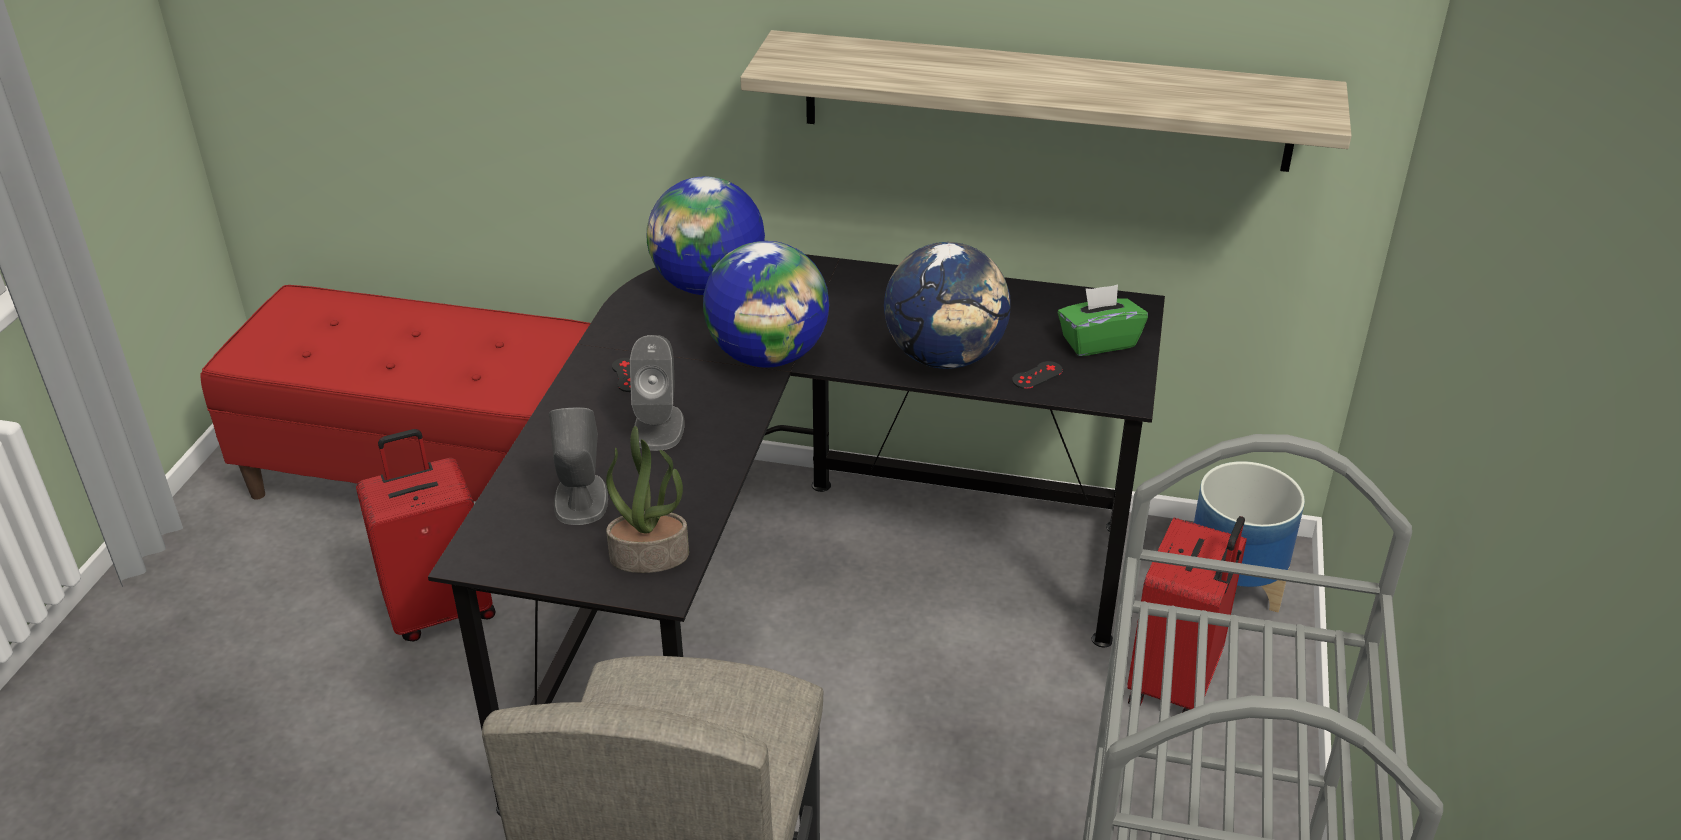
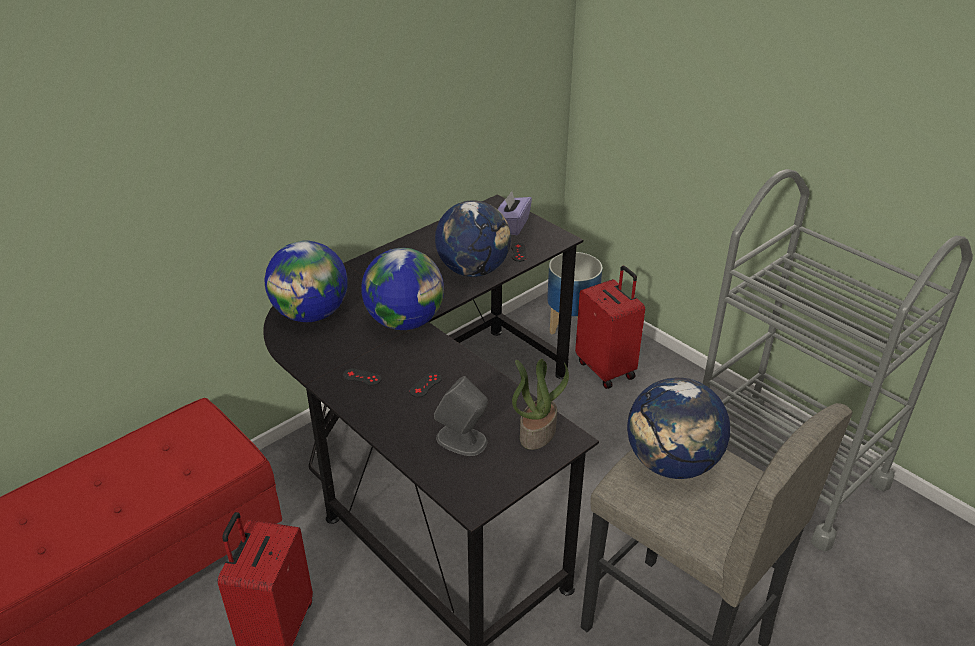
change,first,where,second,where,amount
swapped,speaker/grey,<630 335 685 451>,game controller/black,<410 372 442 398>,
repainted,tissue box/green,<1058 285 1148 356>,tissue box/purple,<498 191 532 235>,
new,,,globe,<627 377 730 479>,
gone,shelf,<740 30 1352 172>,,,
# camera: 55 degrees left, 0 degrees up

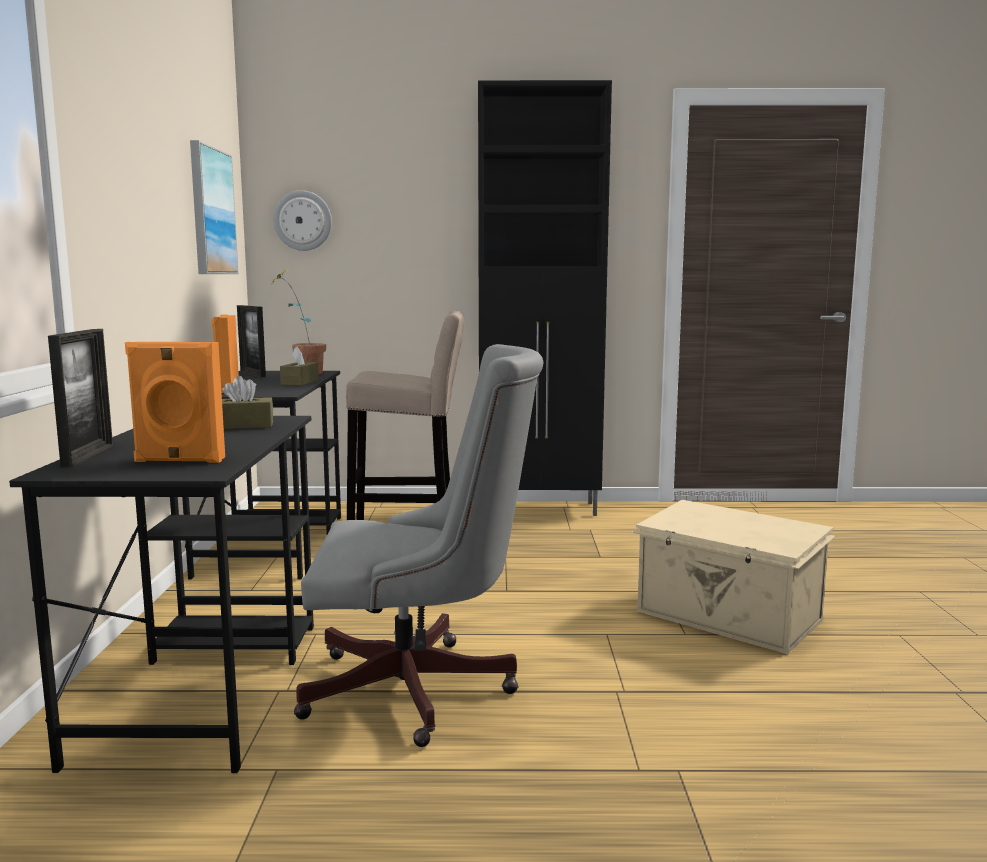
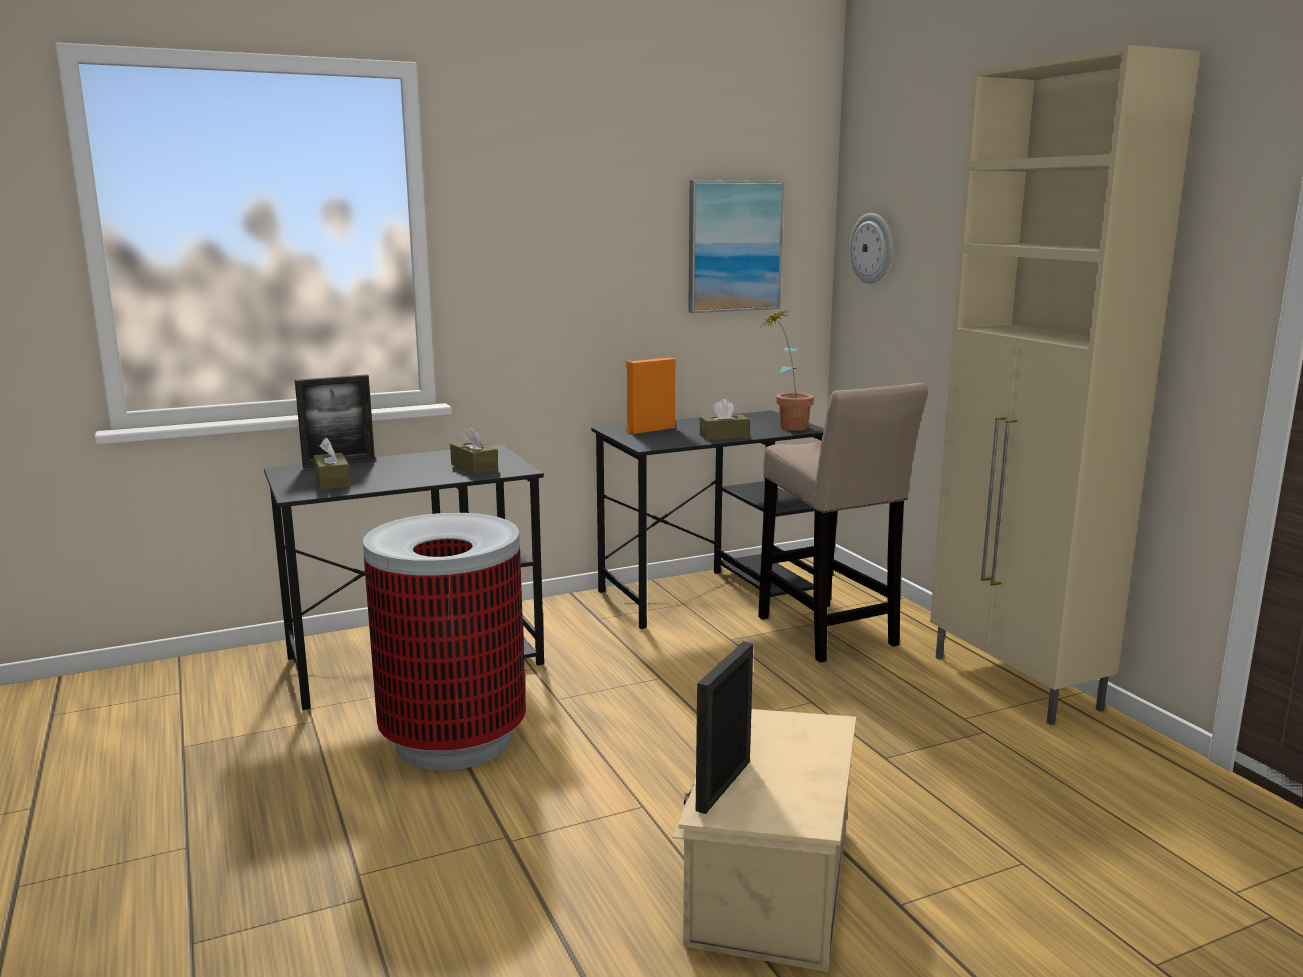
change,first,where,second,where,amount
swapped,speaker/orange,<125 342 225 463>,tissue box/brown,<313 438 351 490>,
swapped,office chair/grey,<294 344 544 747>,trash can,<363 513 526 770>,
shifted,picture frame,<237 305 266 377>,,<696 641 753 814>,
repainted,cabinet/black,<478 80 612 516>,cabinet/beige,<930 45 1200 725>,
# camera: 65 degrees right, 5 degrees up

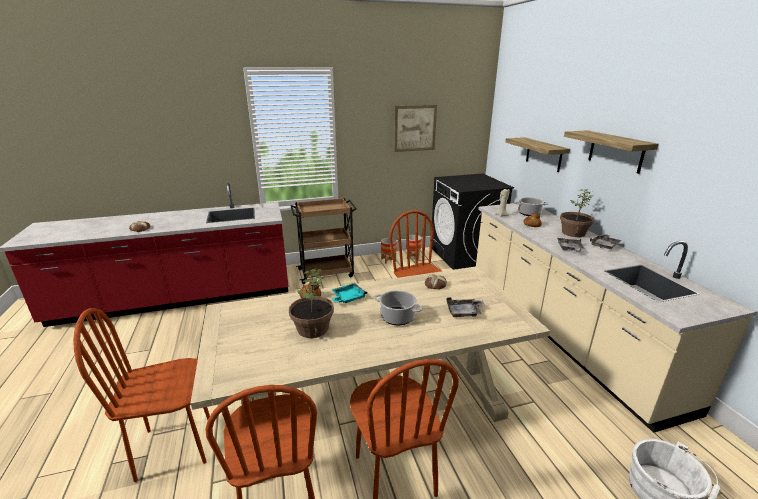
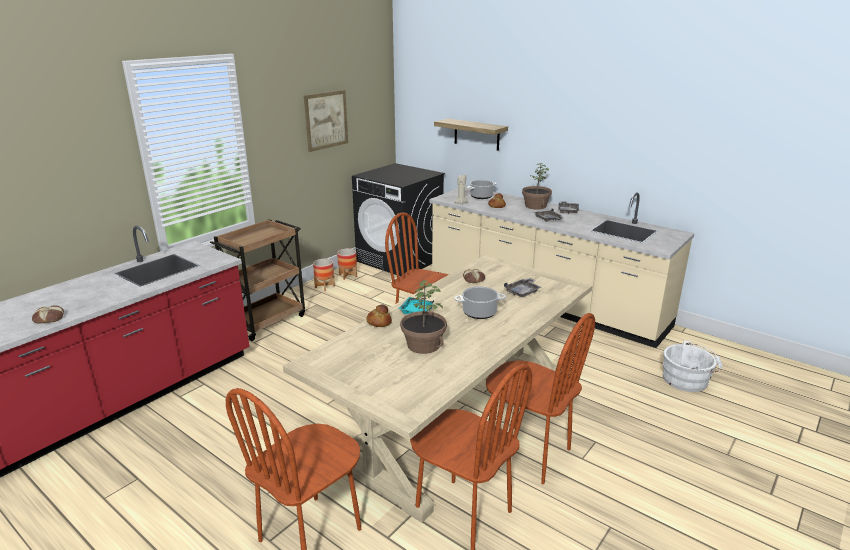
change,first,where,second,where,amount
gone,shelf,<564 130 659 174>,,,
# camera: 35 degrees left, 0 degrees up

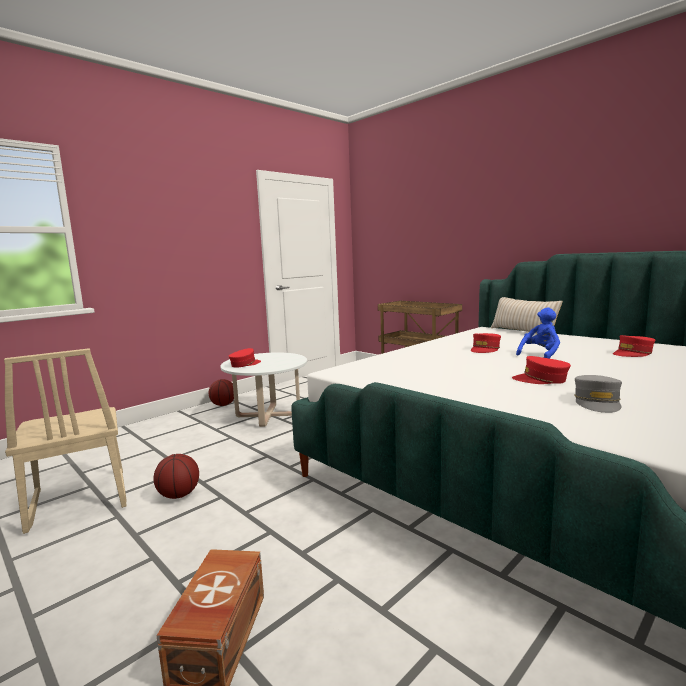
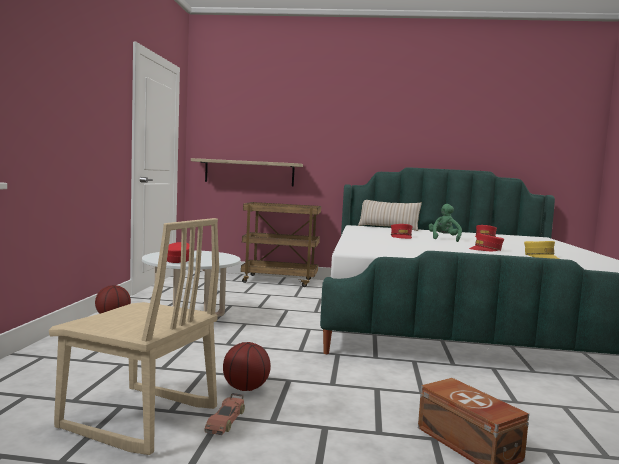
change,first,where,second,where,amount
new,,,shelf,<191 158 303 186>,
new,,,toy car,<205 393 245 435>,
repainted,plush toy/blue,<516 308 560 359>,plush toy/green,<428 204 462 242>,
repainted,cap/grey,<574 375 622 413>,cap/yellow,<524 241 559 259>,
# camera: 40 degrees left, 5 degrees down

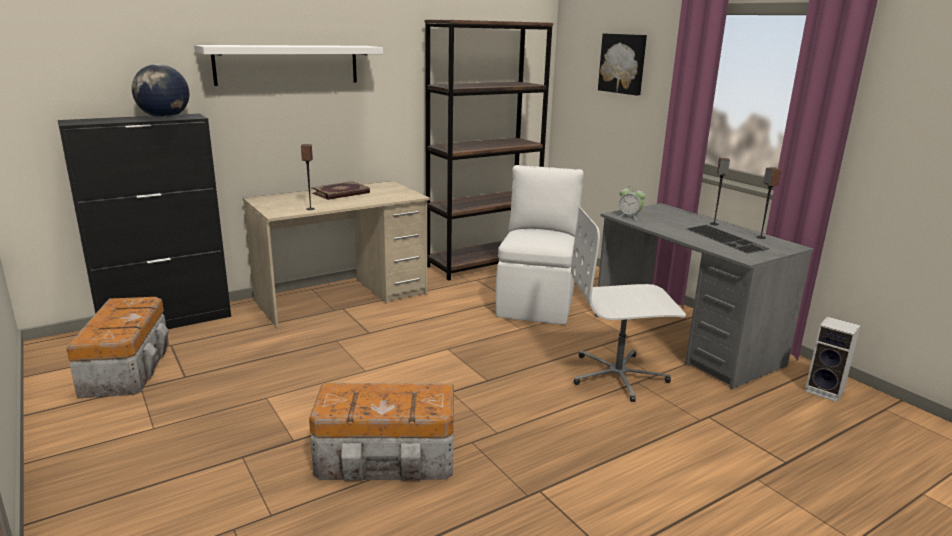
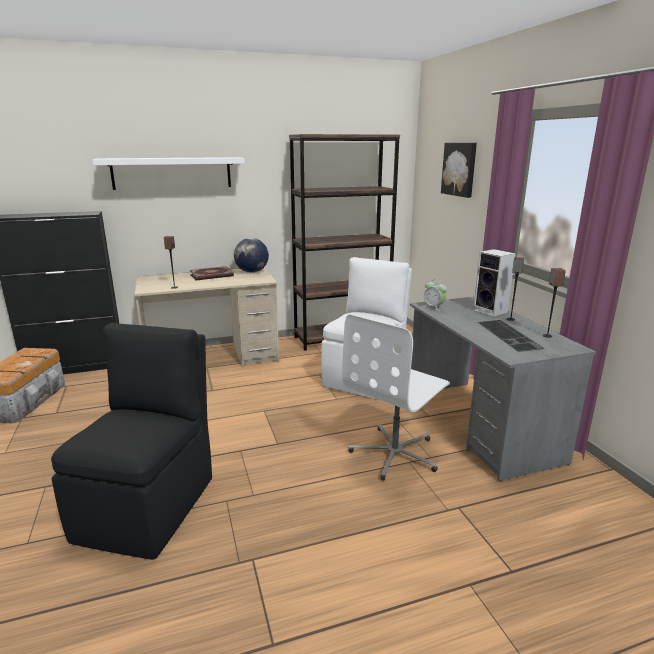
change,first,where,second,where,amount
swapped,storage box,<309 383 454 481>,chair/black,<51 323 212 560>,
shifted,globe,<132 64 189 118>,,<234 238 269 273>,
rotated,office chair/white,<571 206 686 402>,,<342 314 450 481>,60 degrees counterclockwise
shifted,speaker,<805 316 861 402>,,<473 249 516 317>,
# camera: 15 degrees right, 0 degrees up

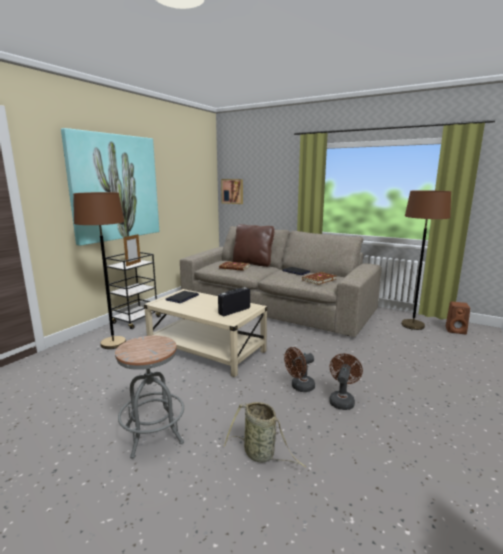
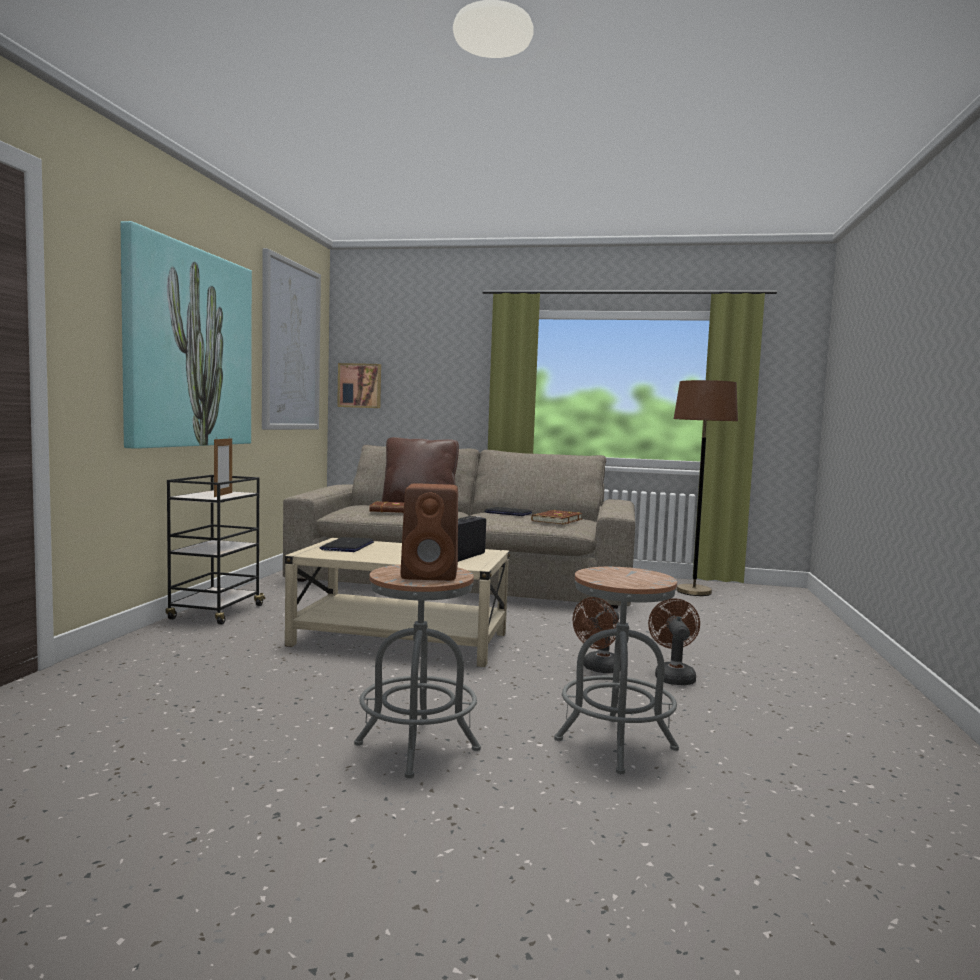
change,first,where,second,where,amount
new,,,picture,<262 248 321 430>,
shifted,speaker/brown,<446 301 470 334>,,<401 483 458 581>,
swapped,basket,<224 402 306 467>,stool/grey,<554 567 679 774>,
gone,floor lamp/brown,<73 192 126 349>,,,
# camera: 20 degrees left, 10 degrees down

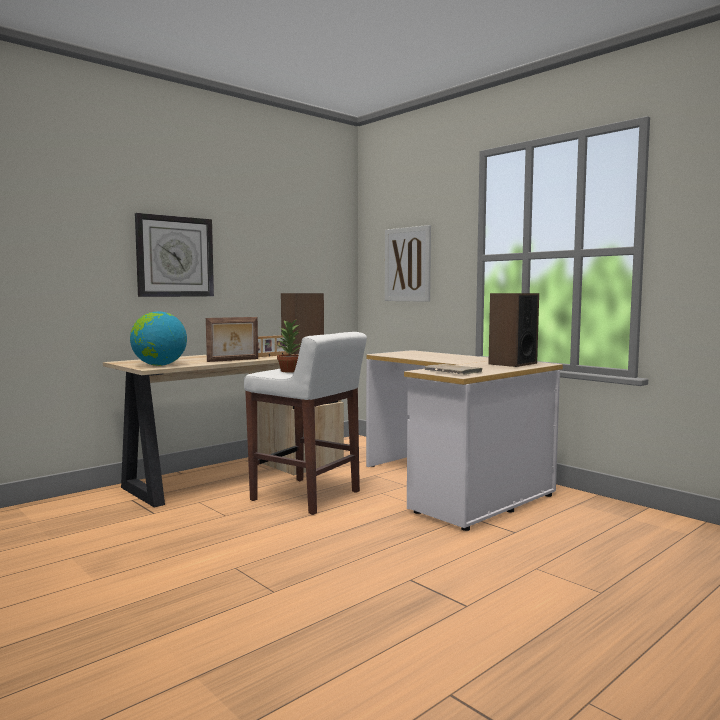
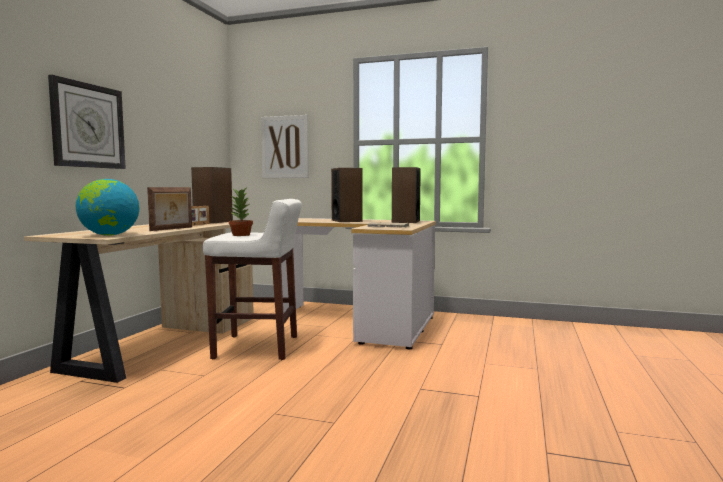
change,first,where,second,where,amount
new,,,speaker,<331 168 362 222>,
# camera: 30 degrees left, 0 degrees up

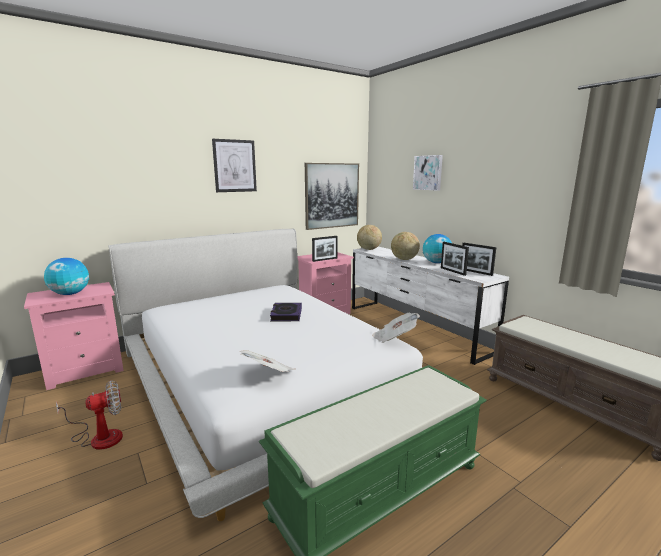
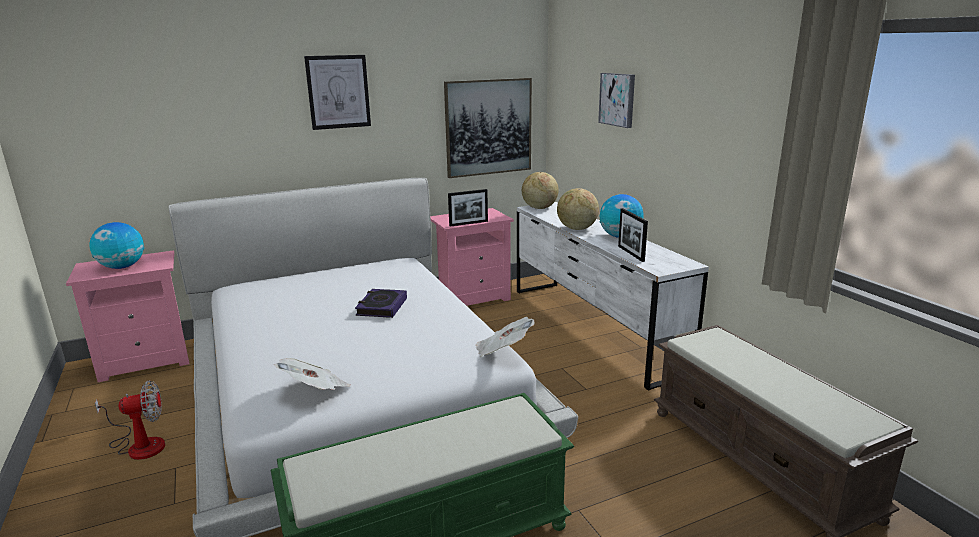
change,first,where,second,where,amount
gone,picture frame,<462 243 496 276>,,,
# camera: 10 degrees right, 5 degrees up

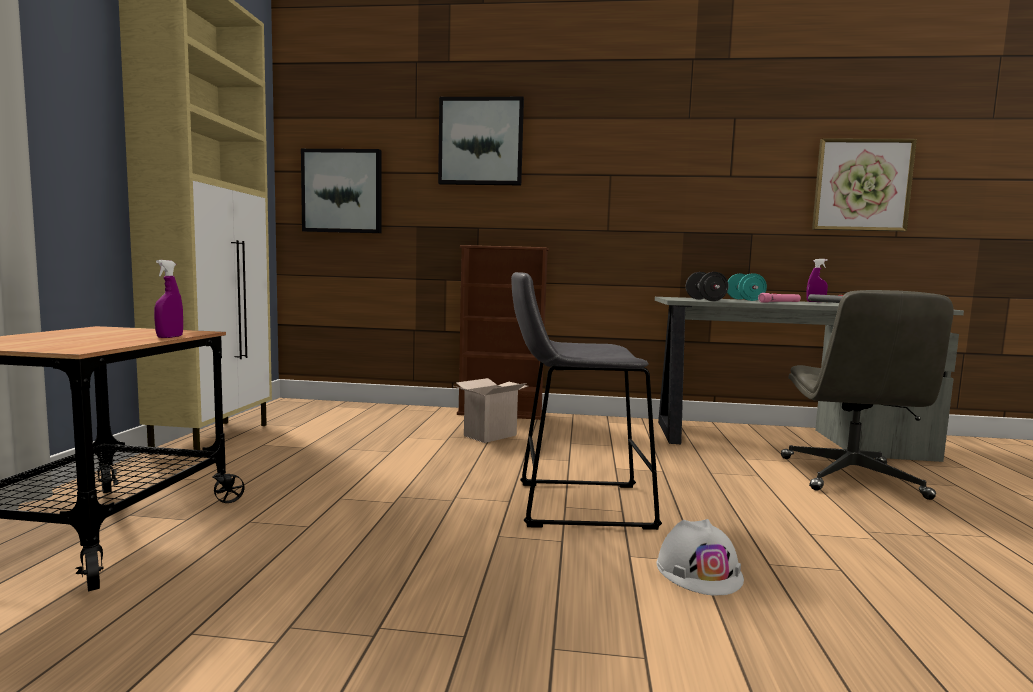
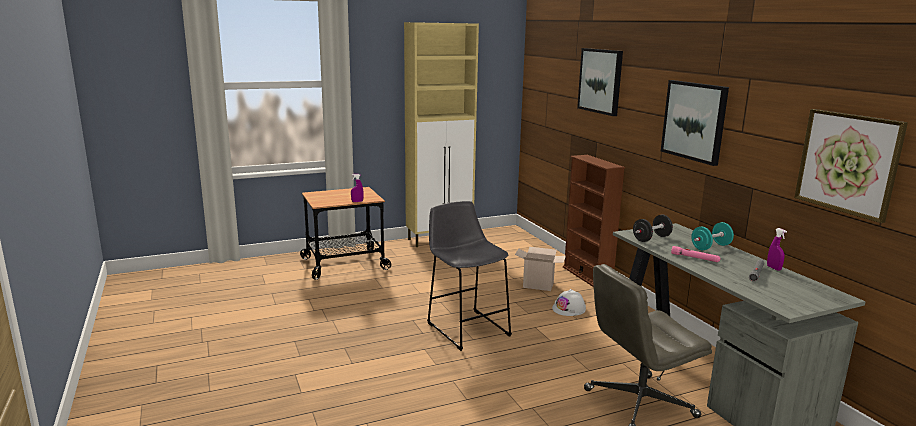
change,first,where,second,where,amount
shifted,hard hat/white,<657 519 744 596>,,<552 289 586 316>,
shifted,picture,<301 149 382 233>,,<661 80 729 166>,
# camera: 60 degrees right, 10 degrees up

